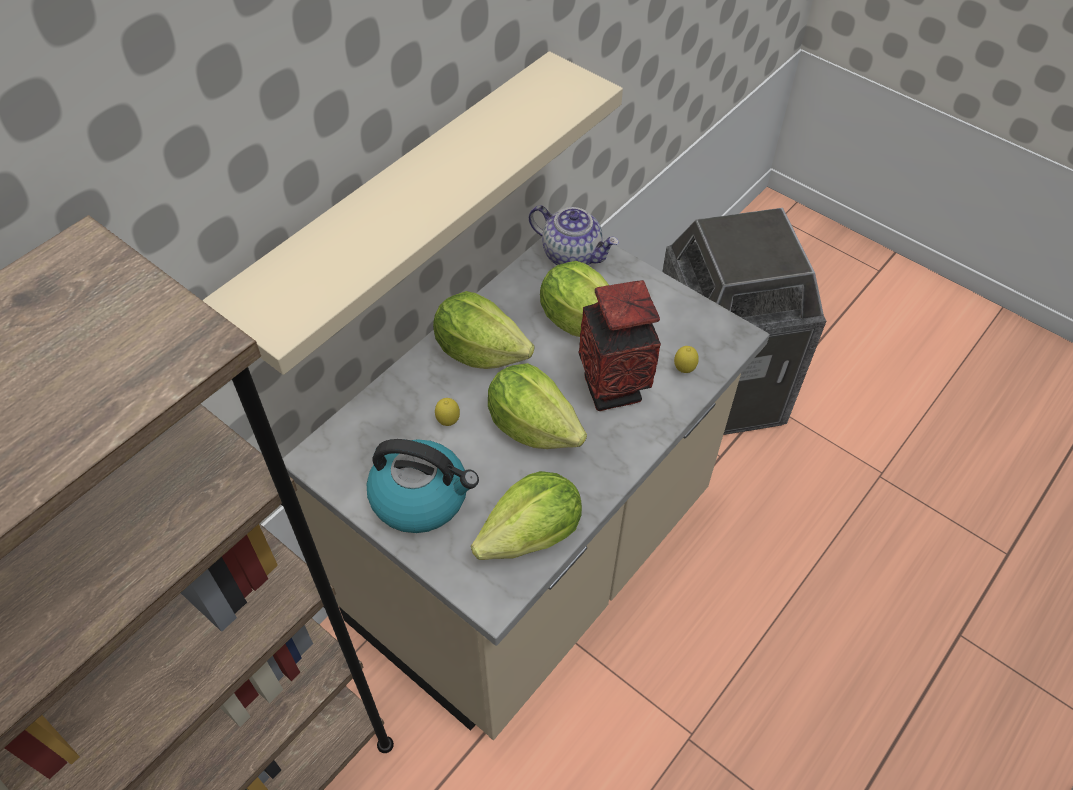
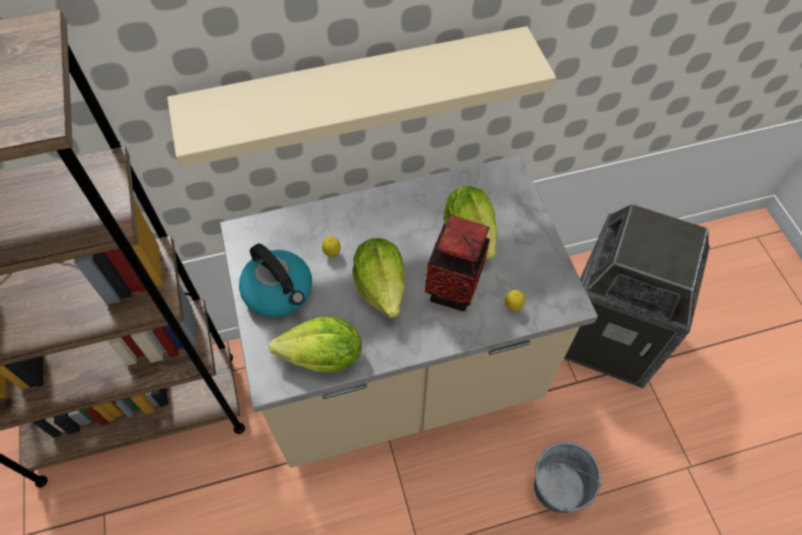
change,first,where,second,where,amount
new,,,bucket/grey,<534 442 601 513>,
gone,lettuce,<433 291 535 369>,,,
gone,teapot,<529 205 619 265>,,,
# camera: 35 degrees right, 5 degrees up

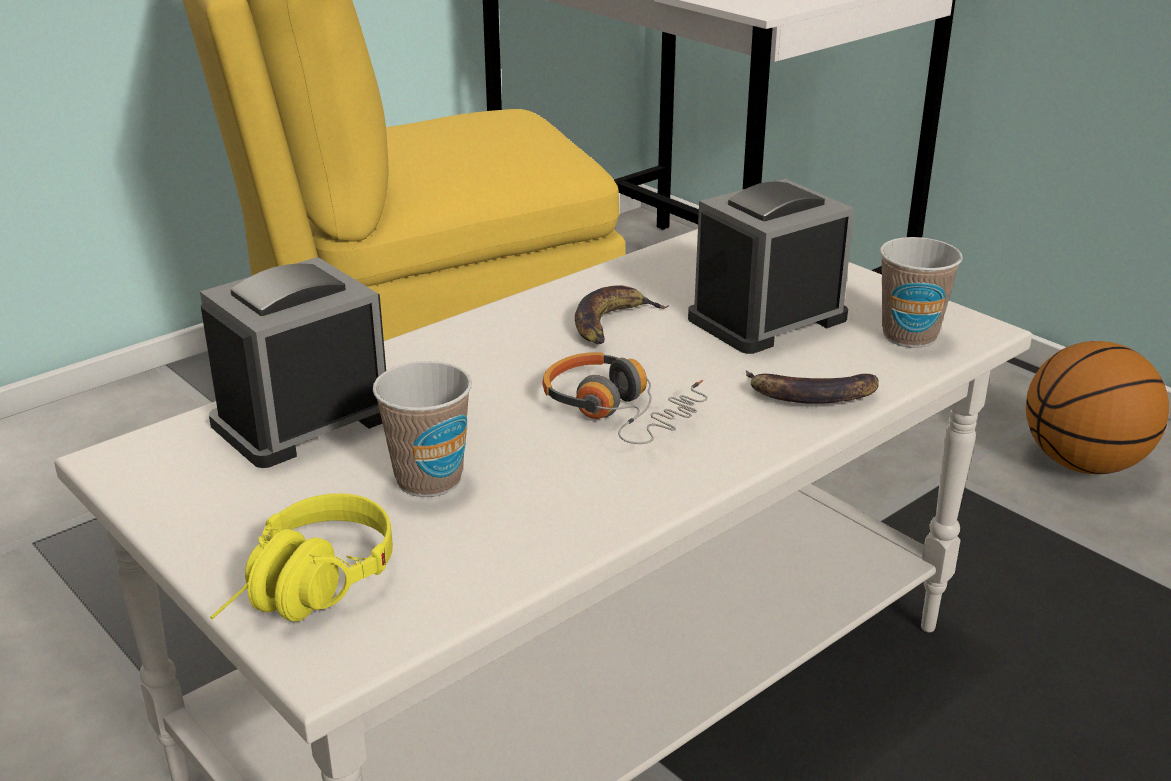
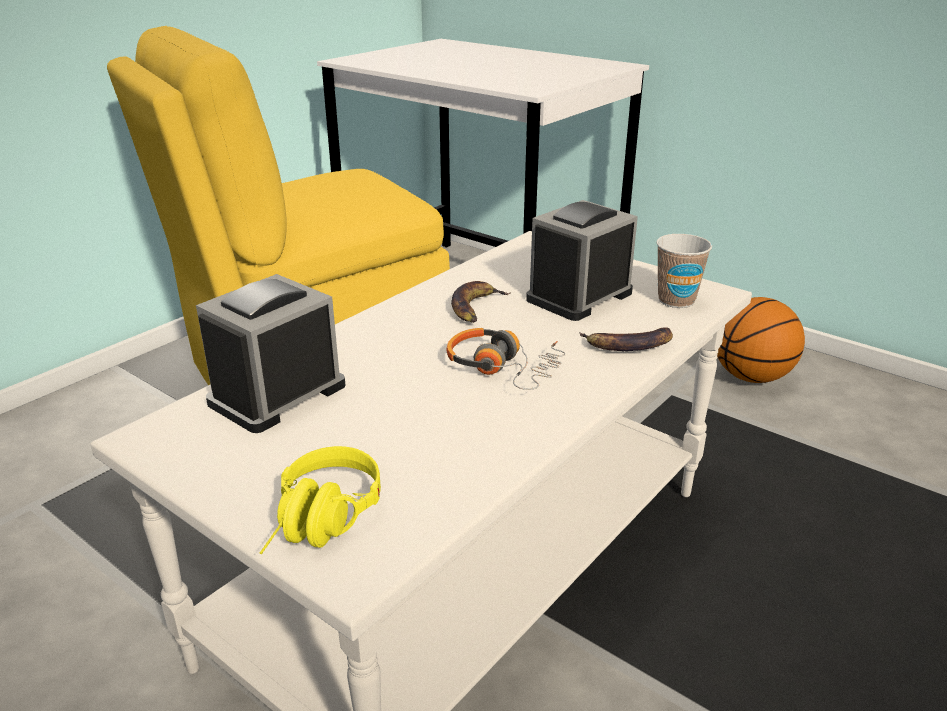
change,first,where,second,where,amount
gone,cup,<373 361 472 497>,,,
# camera: 10 degrees left, 0 degrees up

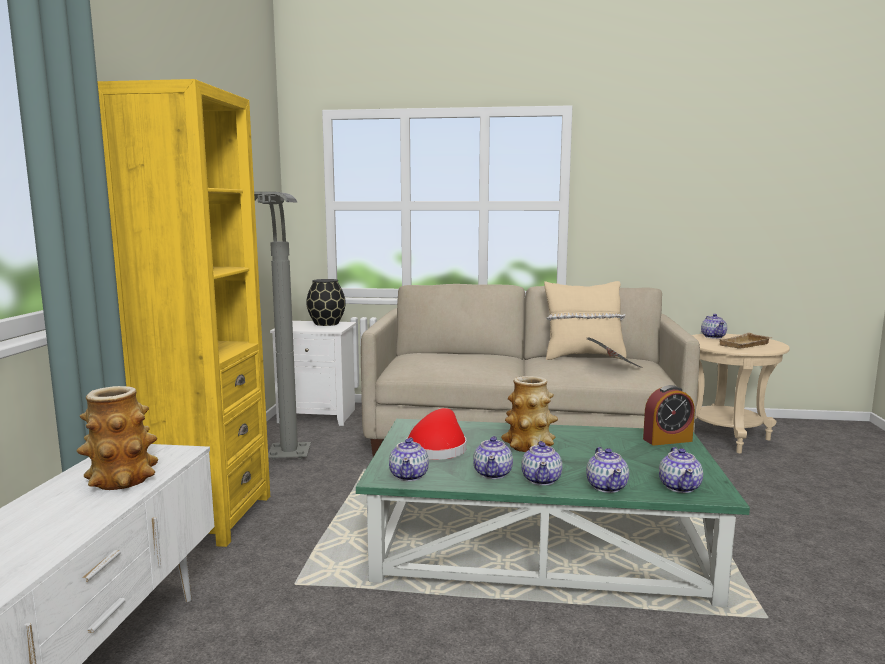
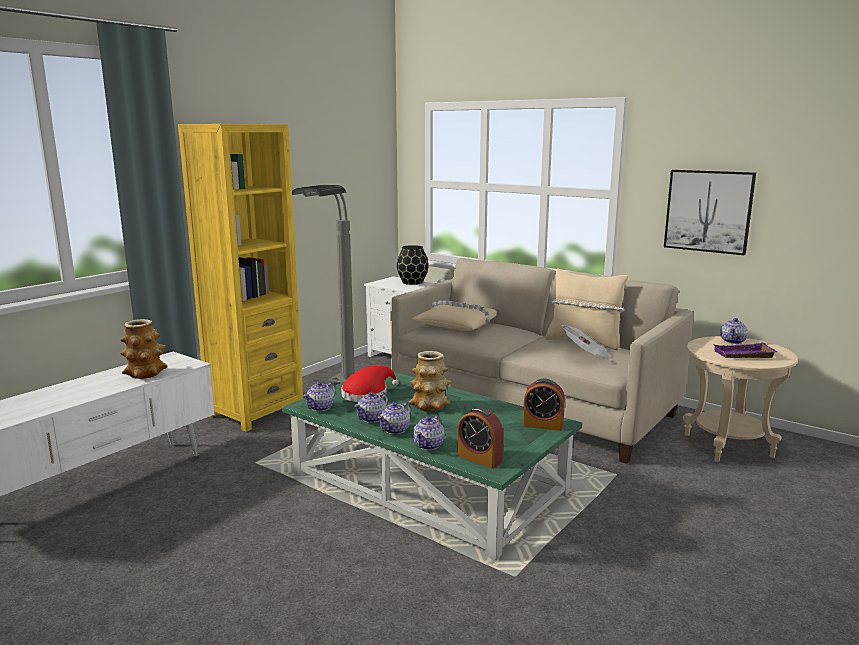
change,first,where,second,where,amount
new,,,pillow/beige,<412 300 497 331>,
swapped,teapot,<659 447 703 493>,alarm clock,<457 407 503 468>,
new,,,picture,<664 170 756 255>,
repainted,tray/beige,<720 332 773 349>,tray/purple,<714 343 777 358>,
# camera: 30 degrees right, 5 degrees up

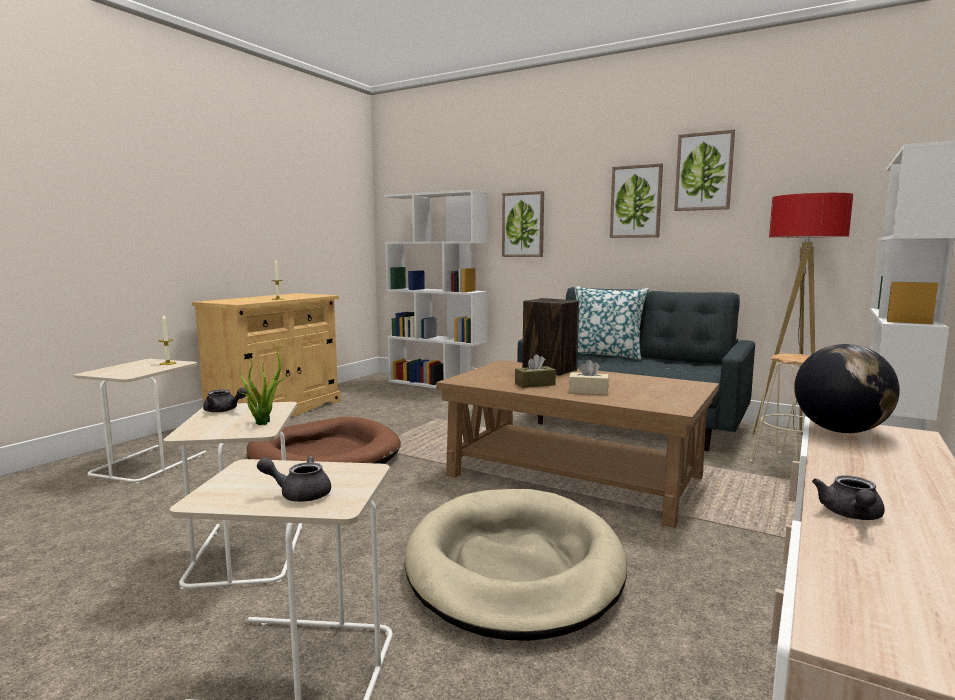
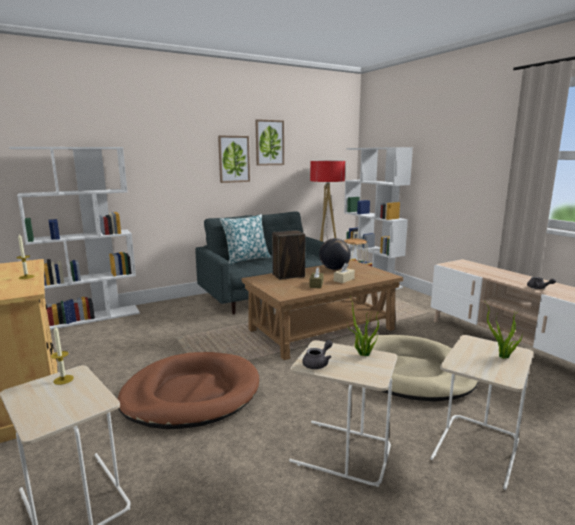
change,first,where,second,where,amount
shifted,globe,<794 344 900 433>,,<319 238 351 270>,
swapped,teapot/grey,<257 456 331 502>,potted plant,<486 303 524 359>,
gone,picture,<502 191 544 257>,,,
# camera: 60 degrees left, 5 degrees up

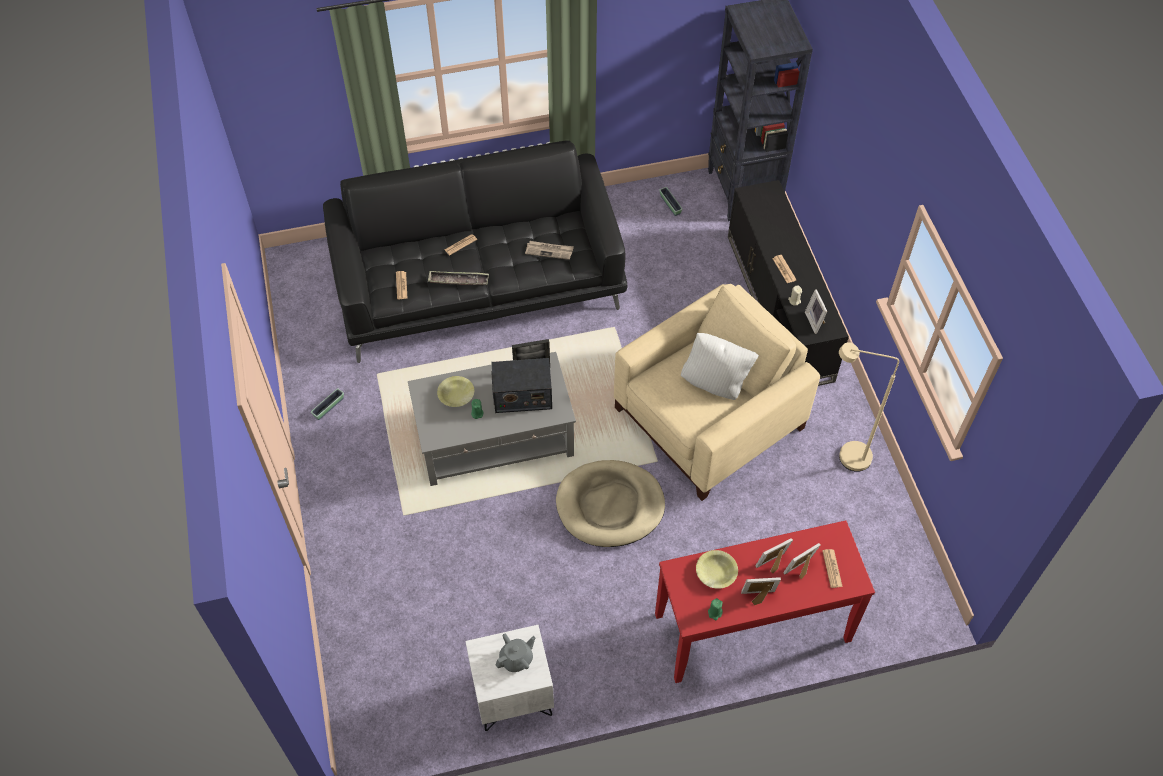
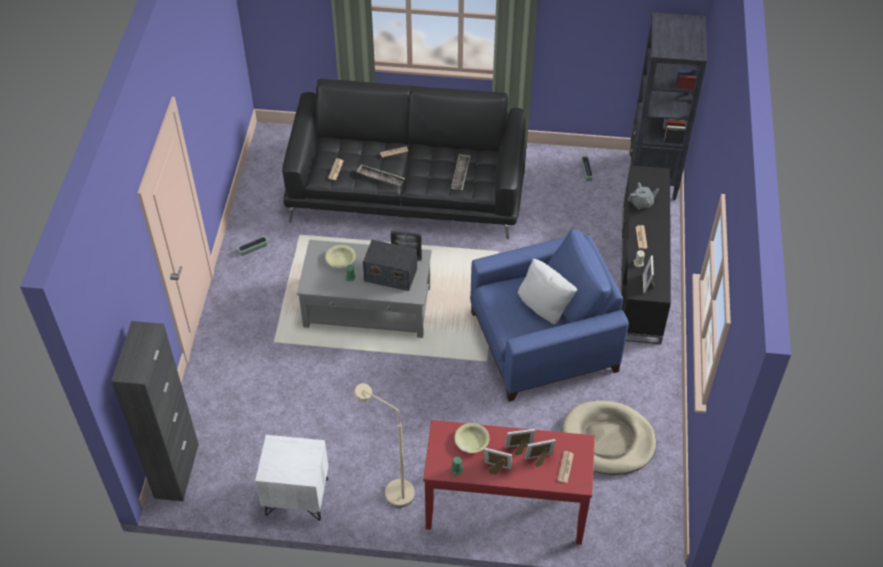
change,first,where,second,where,amount
new,,,cabinet/black,<111 321 199 501>,
shifted,floor lamp/beige,<839 342 899 472>,,<354 383 415 508>,
swapped,newspaper,<525 241 574 260>,tray,<451 154 470 191>,
repainted,armchair/beige,<614 284 820 501>,armchair/blue,<470 230 629 402>,
shifted,dog bed/beige,<556 460 665 547>,,<563 400 656 475>,
shifted,teapot/grey,<496 634 535 672>,,<628 182 659 210>,
# camera: 20 degrees right, 5 degrees down

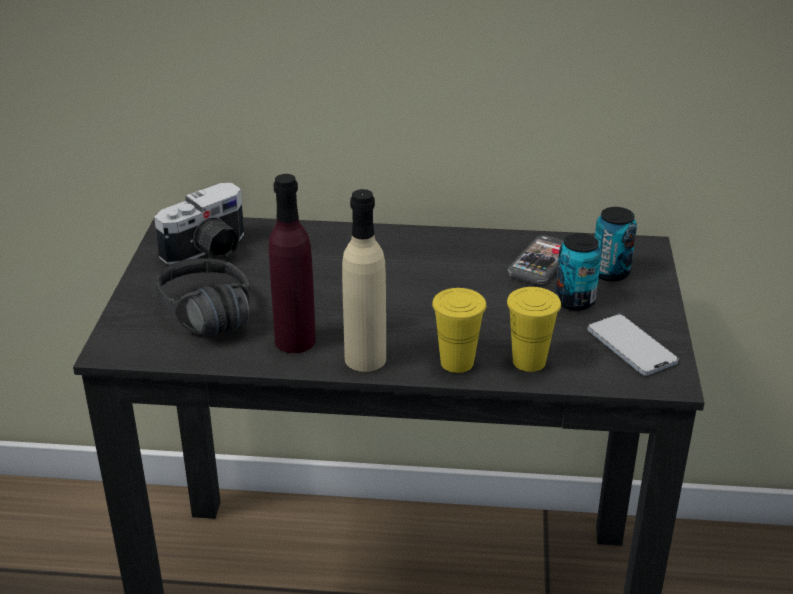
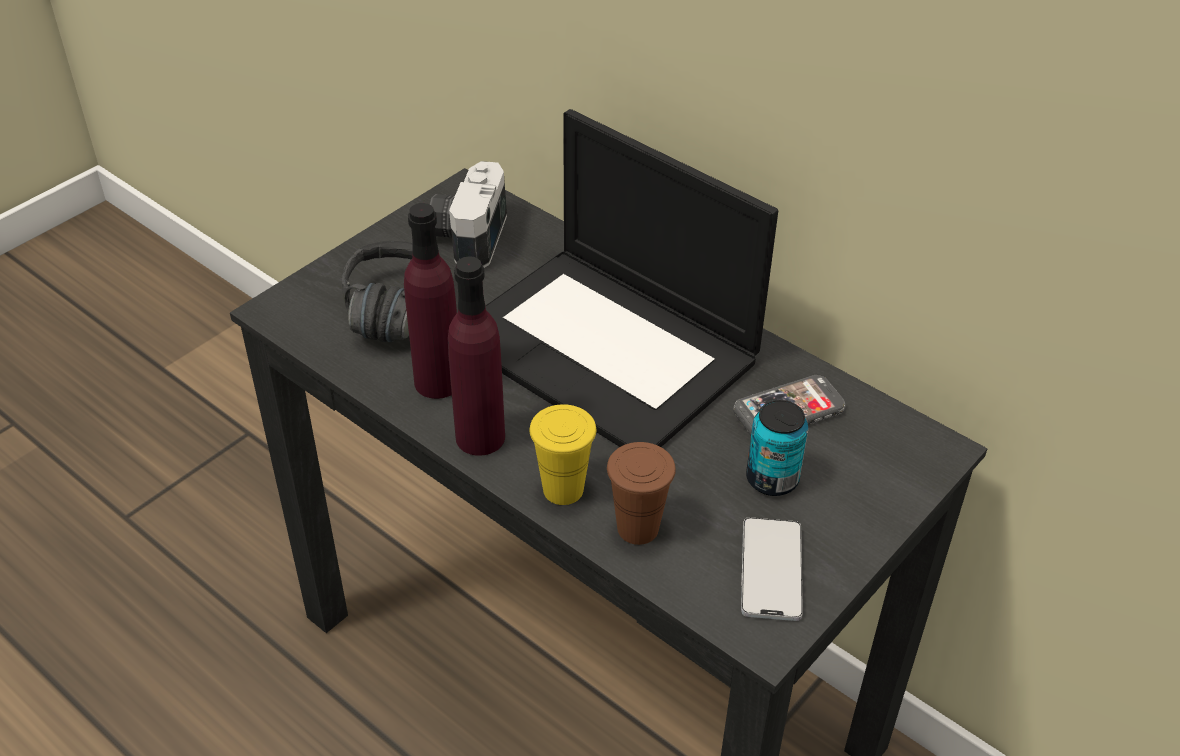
change,first,where,second,where,amount
rotated,photo camera,<154 183 244 265>,,<430 161 507 268>,105 degrees clockwise
repainted,bottle/beige,<342 189 386 372>,bottle/purple,<448 256 505 456>,
new,,,laptop,<485 109 778 447>,
repainted,cup/yellow,<507 287 561 372>,cup/brown,<607 442 676 545>,
gone,can,<595 207 637 281>,,,
# camera: 35 degrees right, 10 degrees up

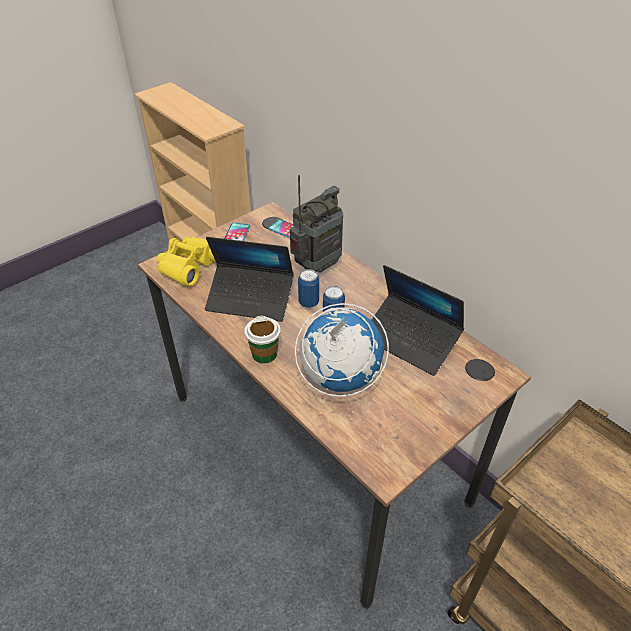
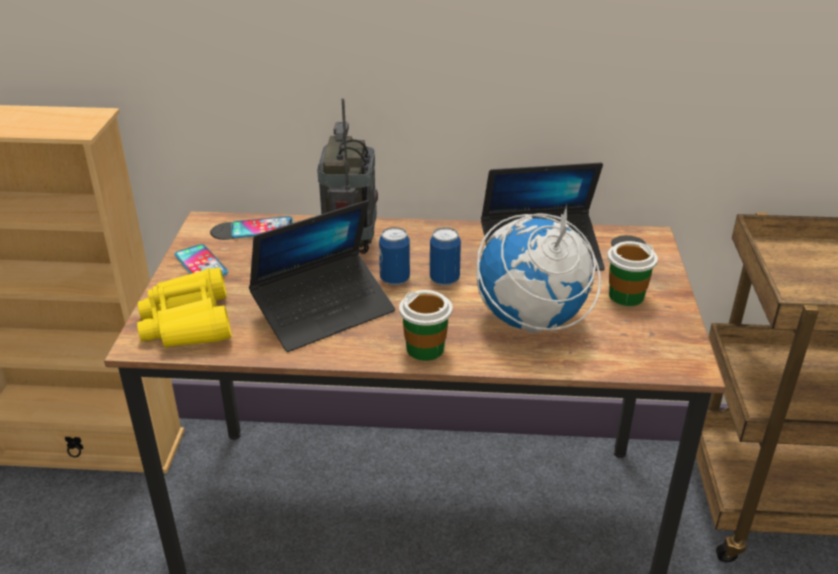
change,first,where,second,where,amount
new,,,cup,<607 241 658 306>,
# camera: 45 degrees left, 10 degrees down

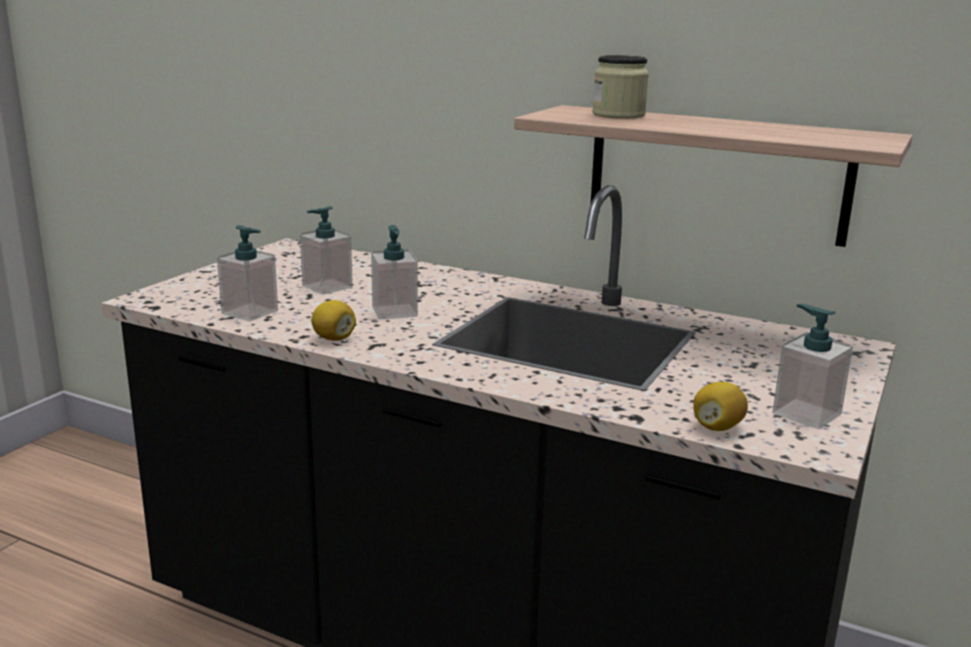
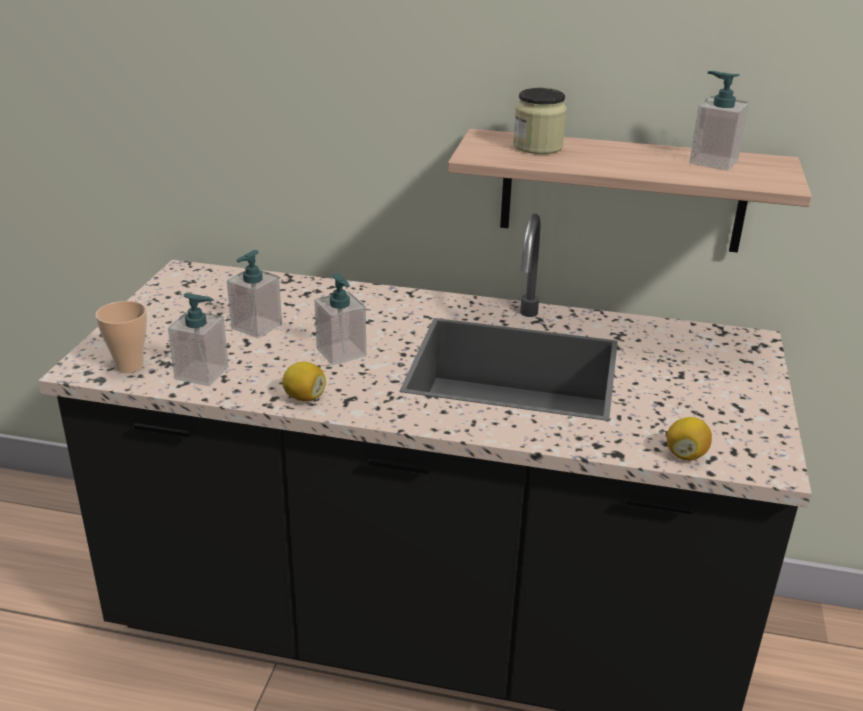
change,first,where,second,where,amount
new,,,cup,<95 301 147 373>,
shifted,soap dispenser,<772 304 853 429>,,<689 71 749 171>,
# camera: 15 degrees left, 10 degrees up

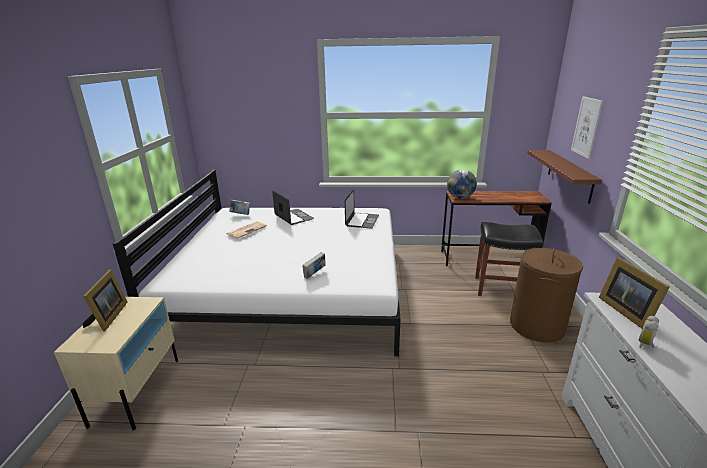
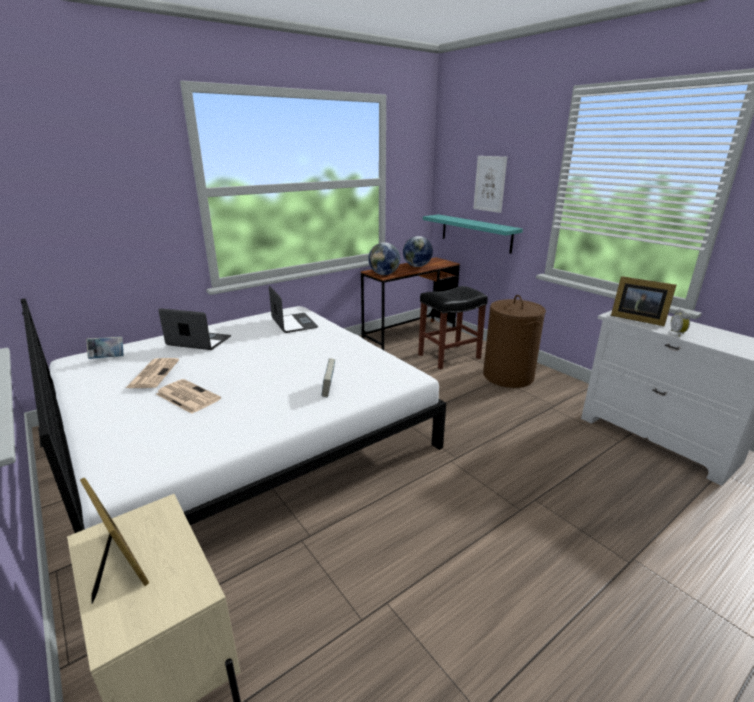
change,first,where,second,where,amount
new,,,newspaper,<156 379 221 414>,
new,,,globe,<403 236 433 267>,
repainted,shelf/brown,<527 150 602 204>,shelf/turquoise,<423 214 523 254>,
# camera: 40 degrees left, 0 degrees up

